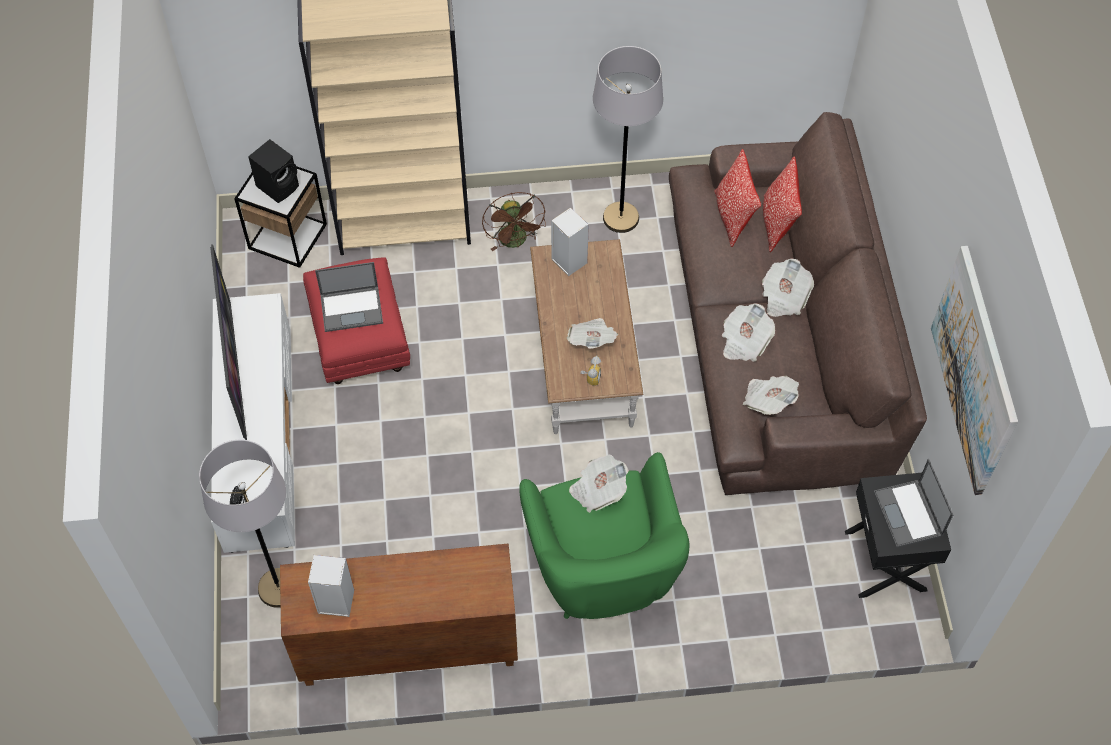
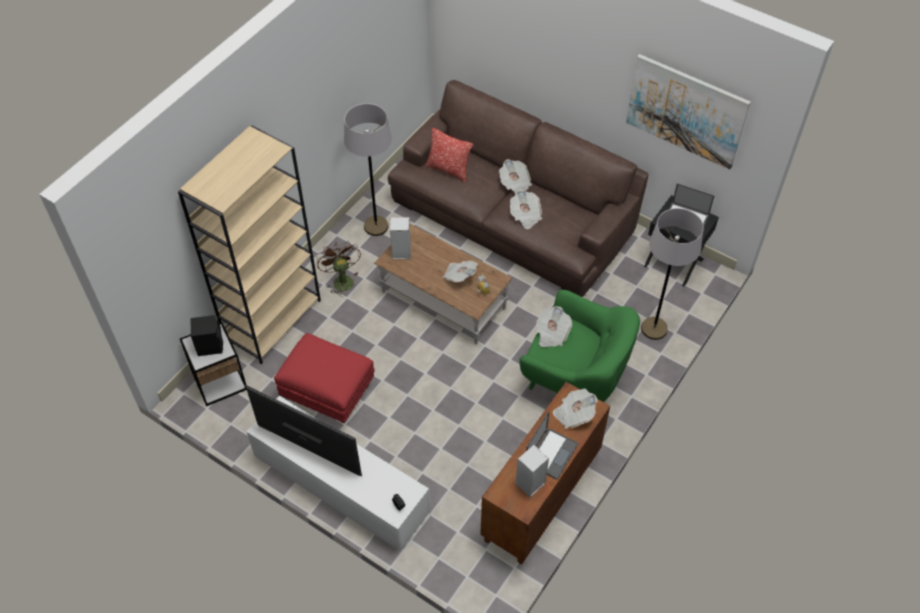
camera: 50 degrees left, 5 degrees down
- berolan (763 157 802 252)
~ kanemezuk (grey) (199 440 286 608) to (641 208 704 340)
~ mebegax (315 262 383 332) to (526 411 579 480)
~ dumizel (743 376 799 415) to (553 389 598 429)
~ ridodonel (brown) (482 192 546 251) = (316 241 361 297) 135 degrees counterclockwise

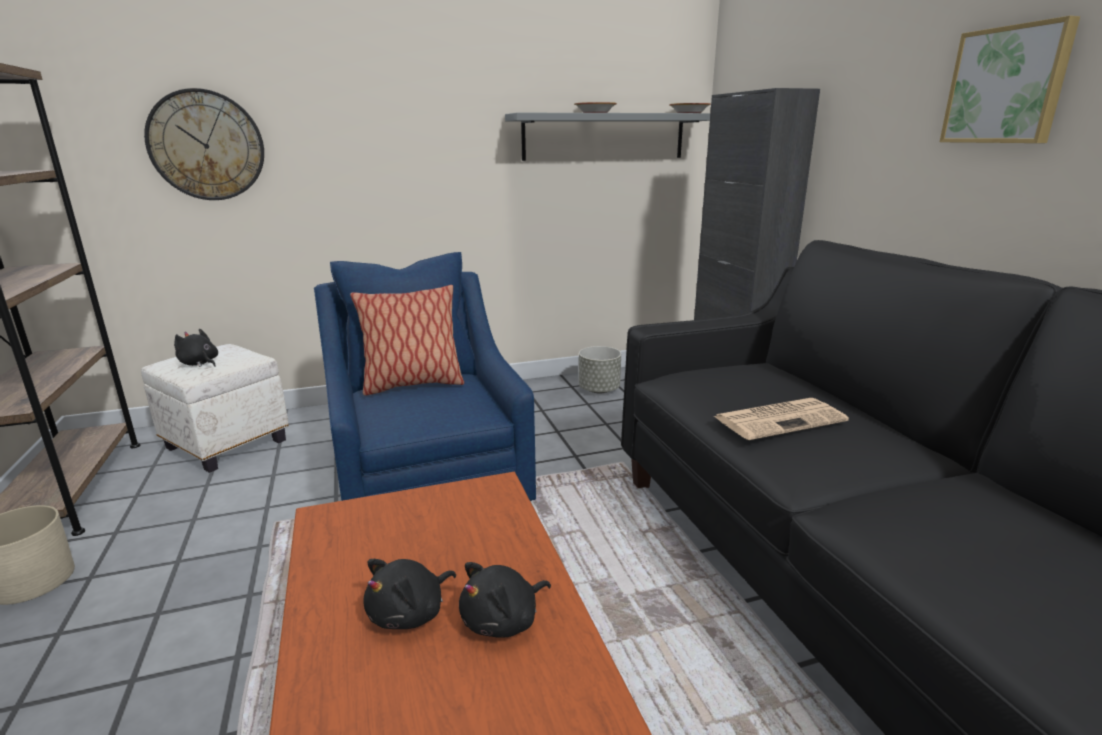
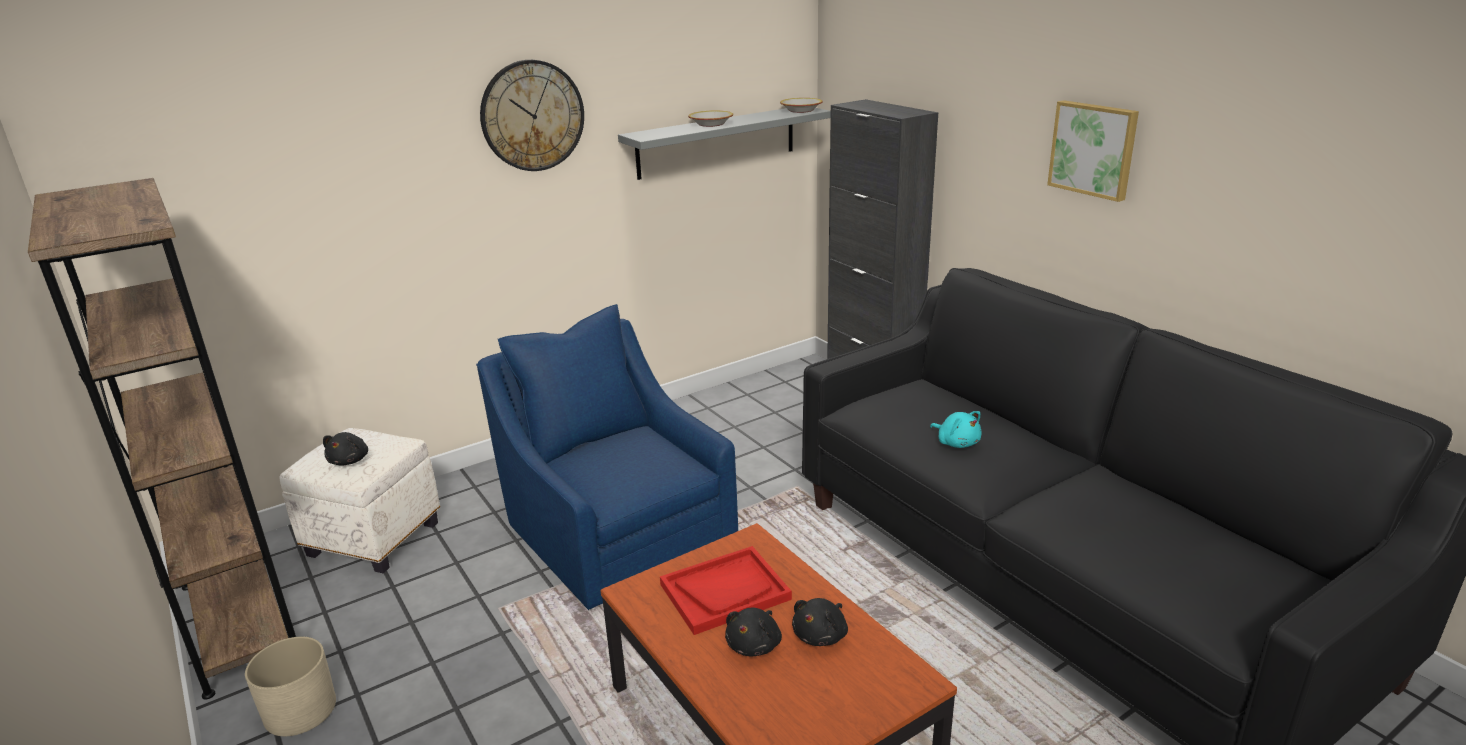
camera: 15 degrees left, 5 degrees up
- berolan (350 285 464 396)
- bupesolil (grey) (579 346 621 394)
+ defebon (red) (660 546 792 635)
~ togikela (144 88 264 200) to (480 60 584 171)
~ dumizel (713 398 849 440) to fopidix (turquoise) (930 411 982 448)
~ fopidix (black) (174 329 218 367) = (323 432 368 466) 105 degrees counterclockwise

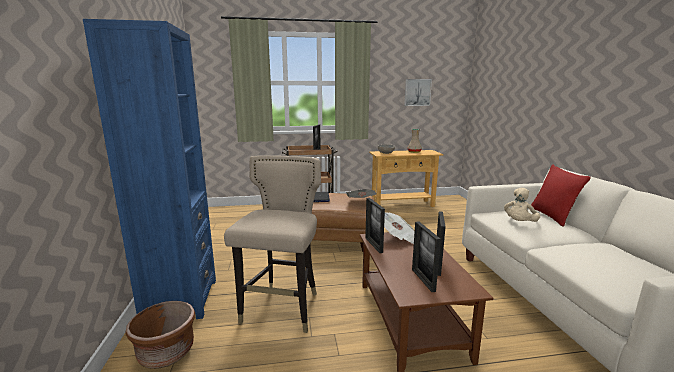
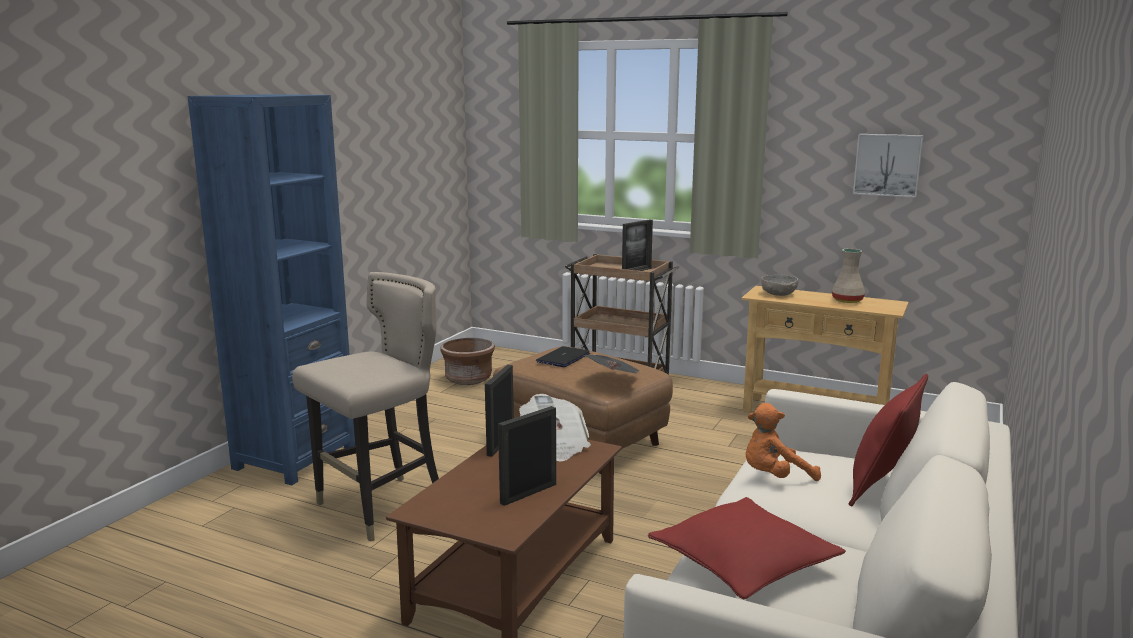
camera: 35 degrees right, 0 degrees up
- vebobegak (412 221 441 292)
+ berolan (red) (648 497 846 599)
~ bupesolil (brown) (125 301 195 369) to (440 338 495 385)
~ fopidix (beige) (504 188 540 222) to fopidix (orange) (745 403 821 481)

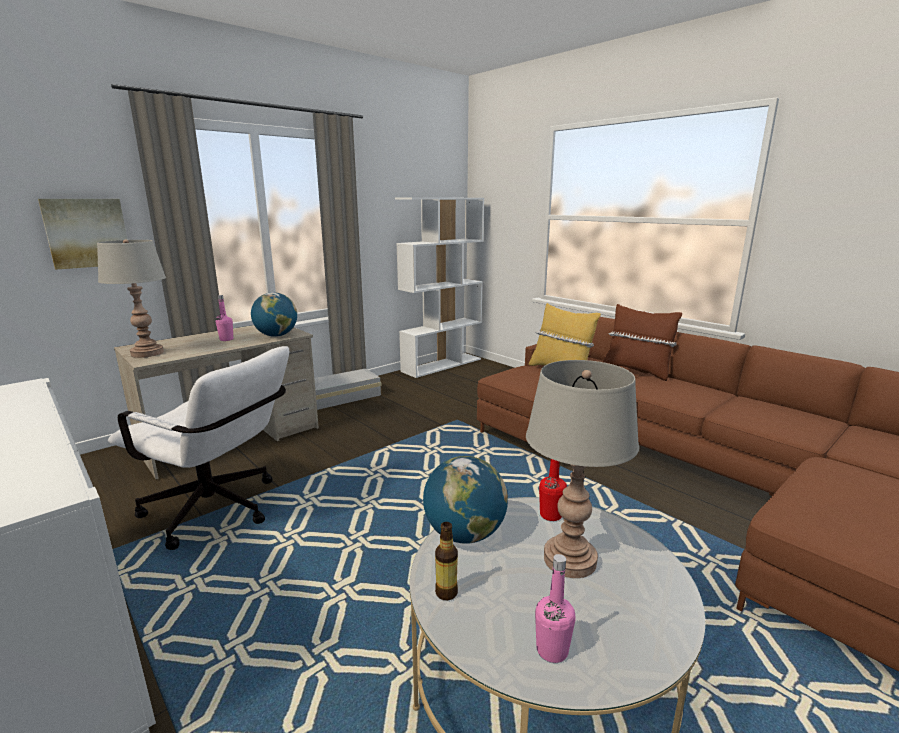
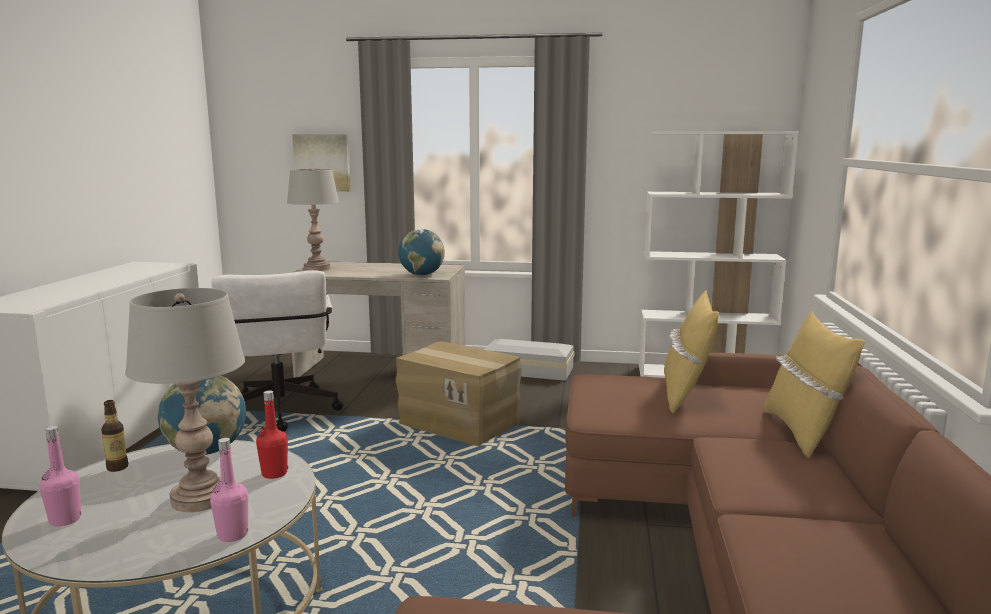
camera: 50 degrees right, 5 degrees down
+ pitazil (396 341 522 447)
~ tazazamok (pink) (216 295 233 341) to (210 438 248 542)
~ berolan (brown) (603 304 682 381) to berolan (yellow) (763 311 865 458)

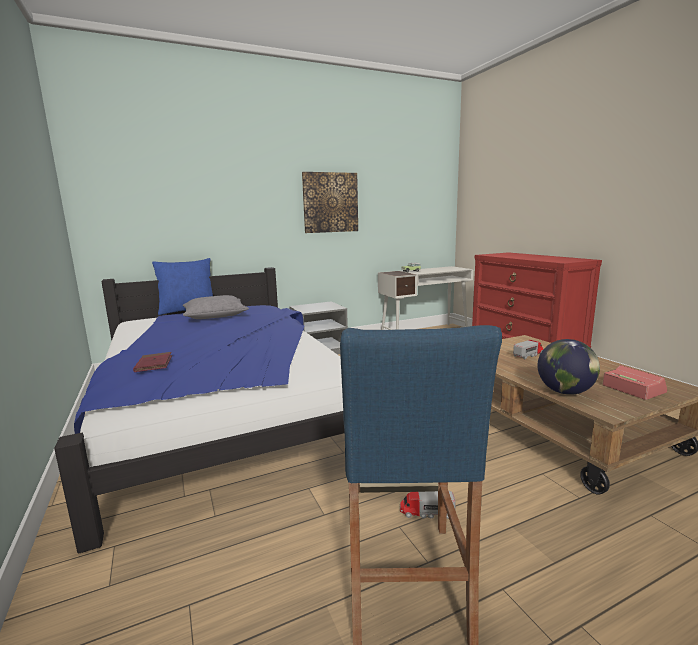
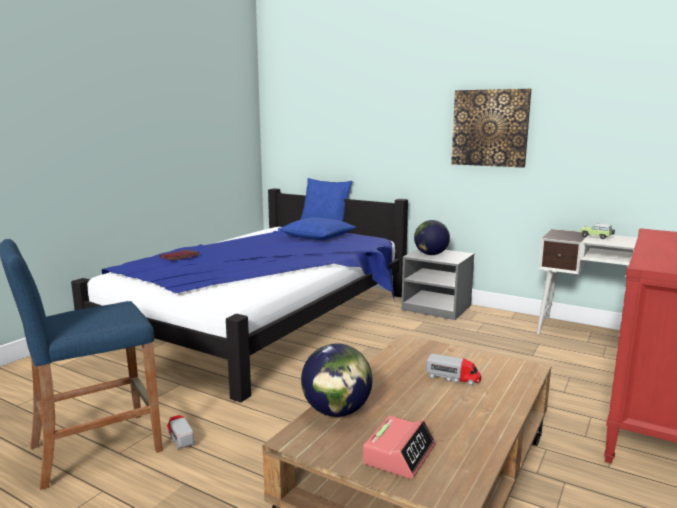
camera: 55 degrees right, 0 degrees up
+ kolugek (414 220 450 255)
~ berolan (grey) (183 295 249 319) to berolan (blue) (278 217 356 240)

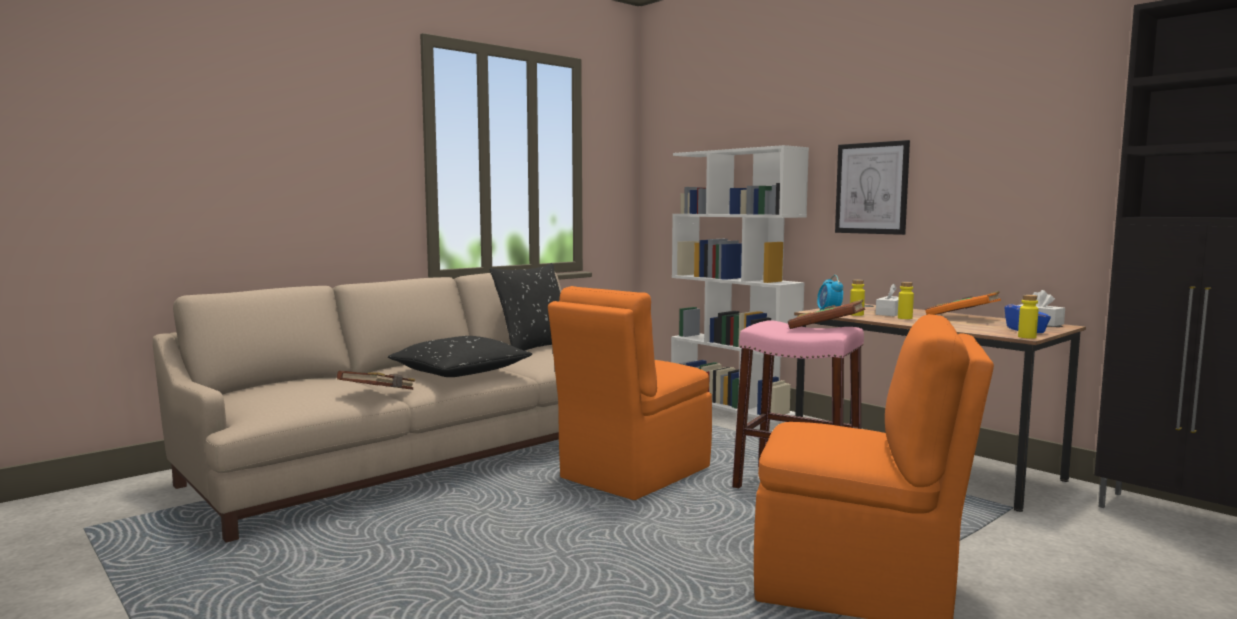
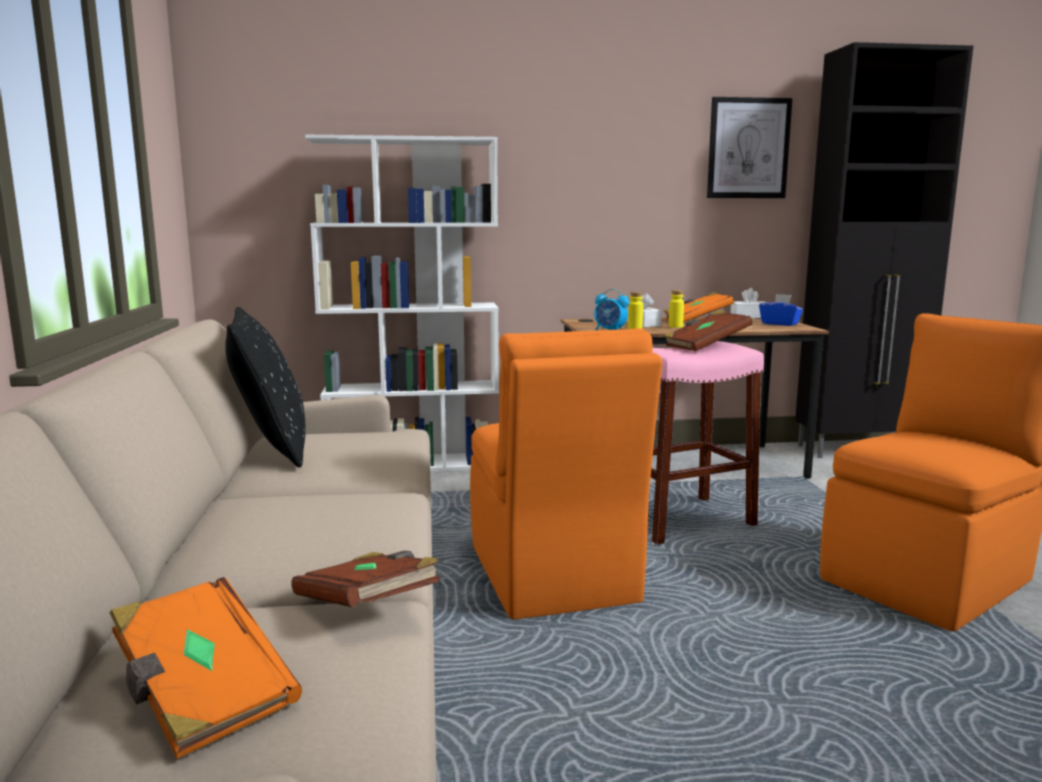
camera: 55 degrees left, 5 degrees up
- berolan (black) (388 336 532 377)
- tazazamok (yellow) (1018 295 1038 339)
+ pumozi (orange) (110 577 302 759)
~ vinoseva (835 140 910 235) to (707 97 792 198)

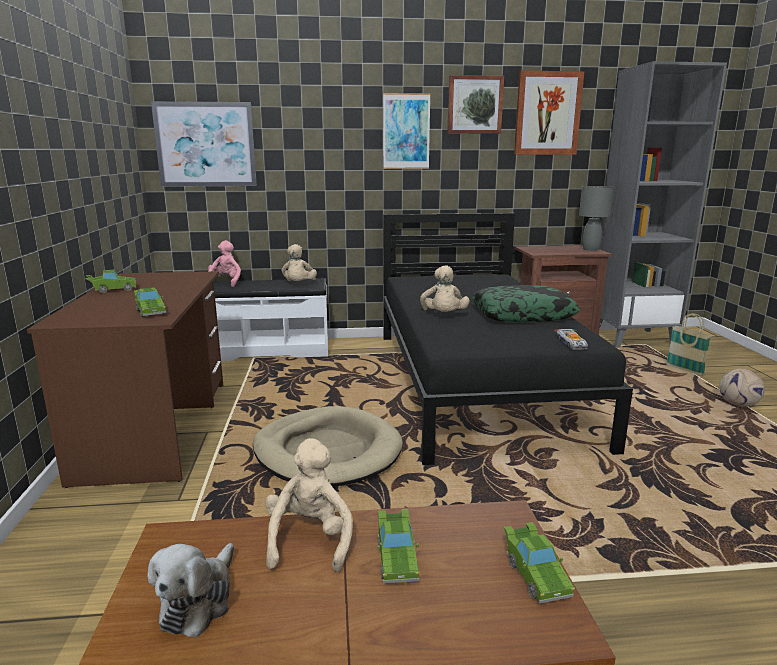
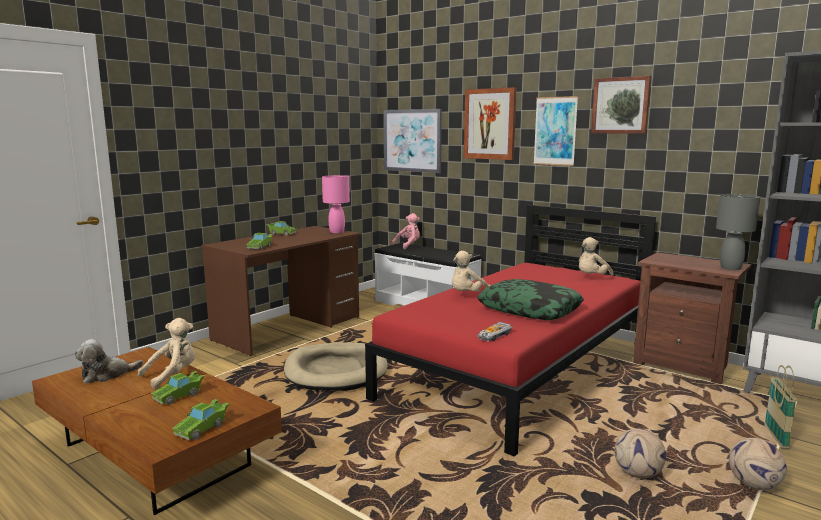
camera: 45 degrees right, 5 degrees down
+ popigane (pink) (322 175 350 233)
+ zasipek (614 428 666 478)
~ fopidix (beige) (281 244 317 281) to (579 237 613 276)
~ vinoseva (514 70 585 155) to (464 87 517 160)
~ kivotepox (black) (383 213 633 465) to kivotepox (red) (365 205 656 457)

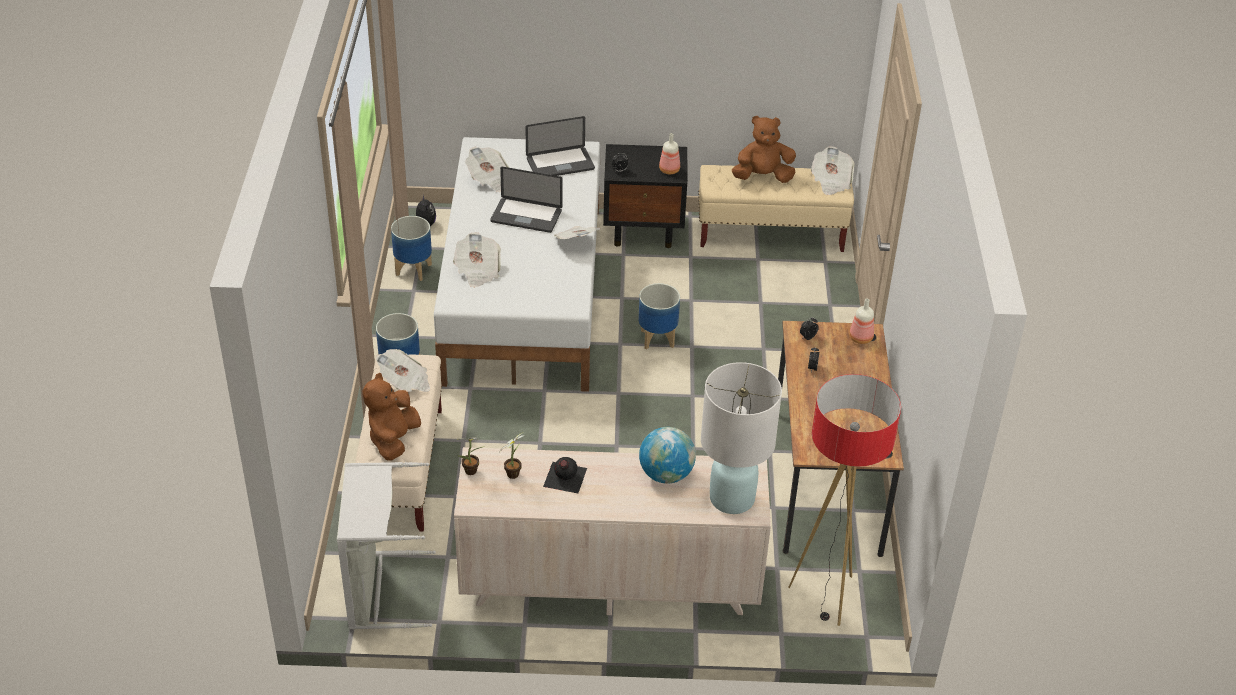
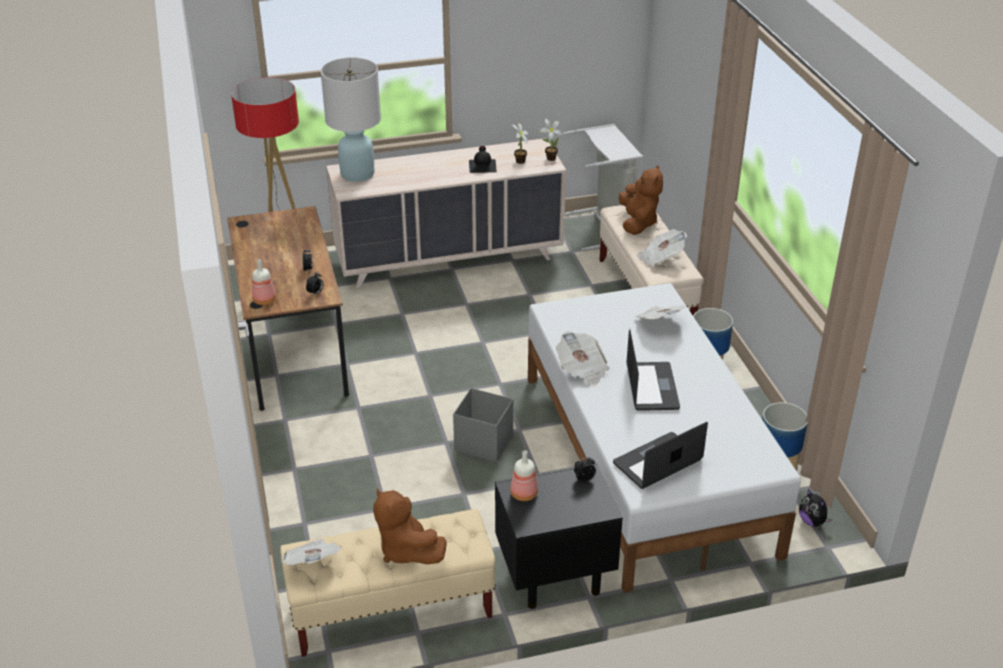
camera: 165 degrees right, 5 degrees down
- dumizel (465 147 509 192)
- kolugek (639 427 696 484)
~ bupesolil (639 283 680 350) to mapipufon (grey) (453 388 513 462)
~ mebegax (490 167 563 233) = (627 329 680 411) 90 degrees clockwise
~ fopidix (brown) (732 116 796 183) = (373 488 447 564) 75 degrees clockwise

